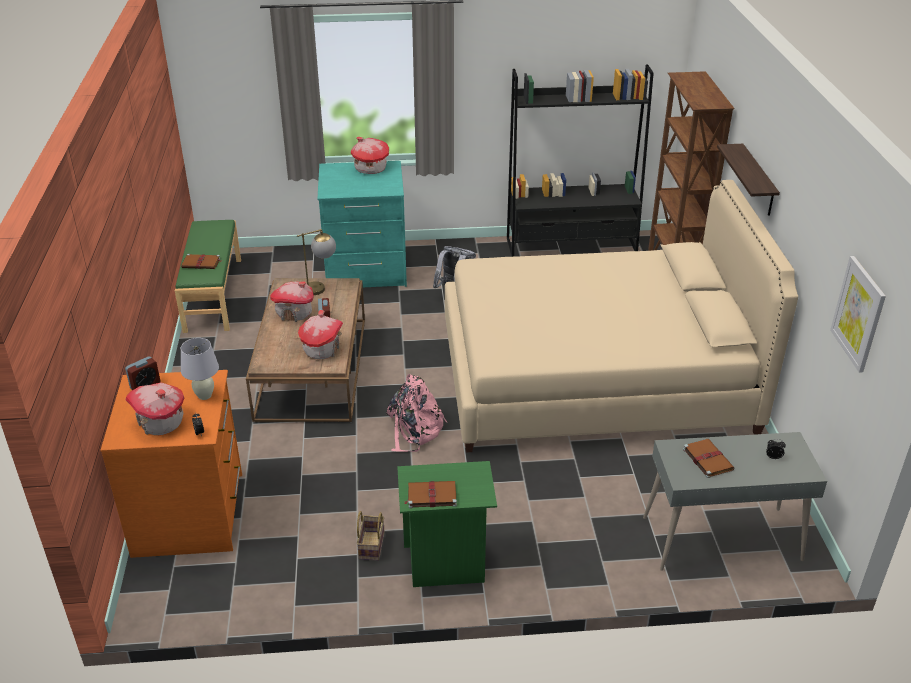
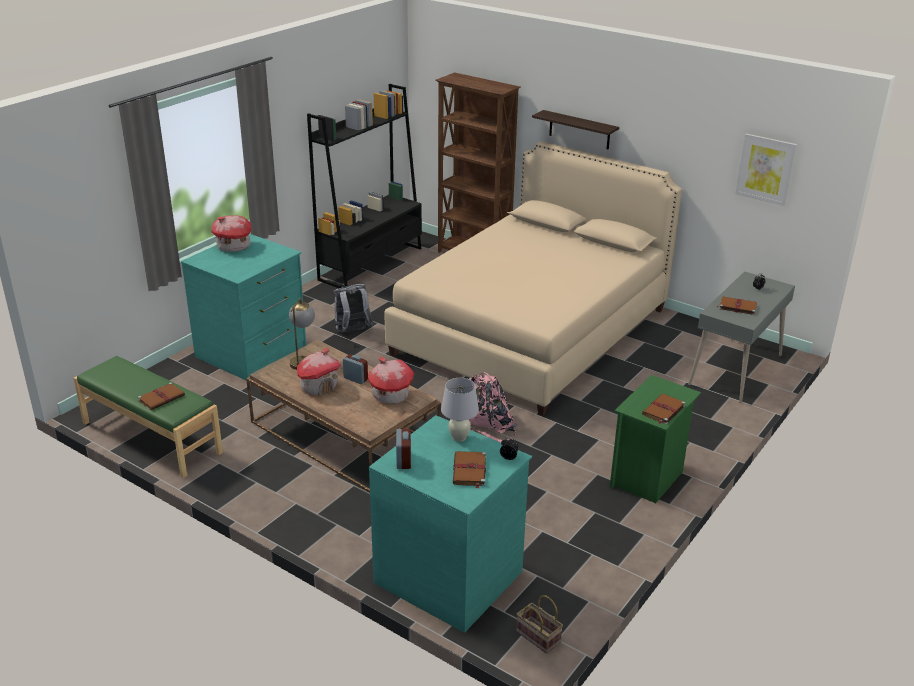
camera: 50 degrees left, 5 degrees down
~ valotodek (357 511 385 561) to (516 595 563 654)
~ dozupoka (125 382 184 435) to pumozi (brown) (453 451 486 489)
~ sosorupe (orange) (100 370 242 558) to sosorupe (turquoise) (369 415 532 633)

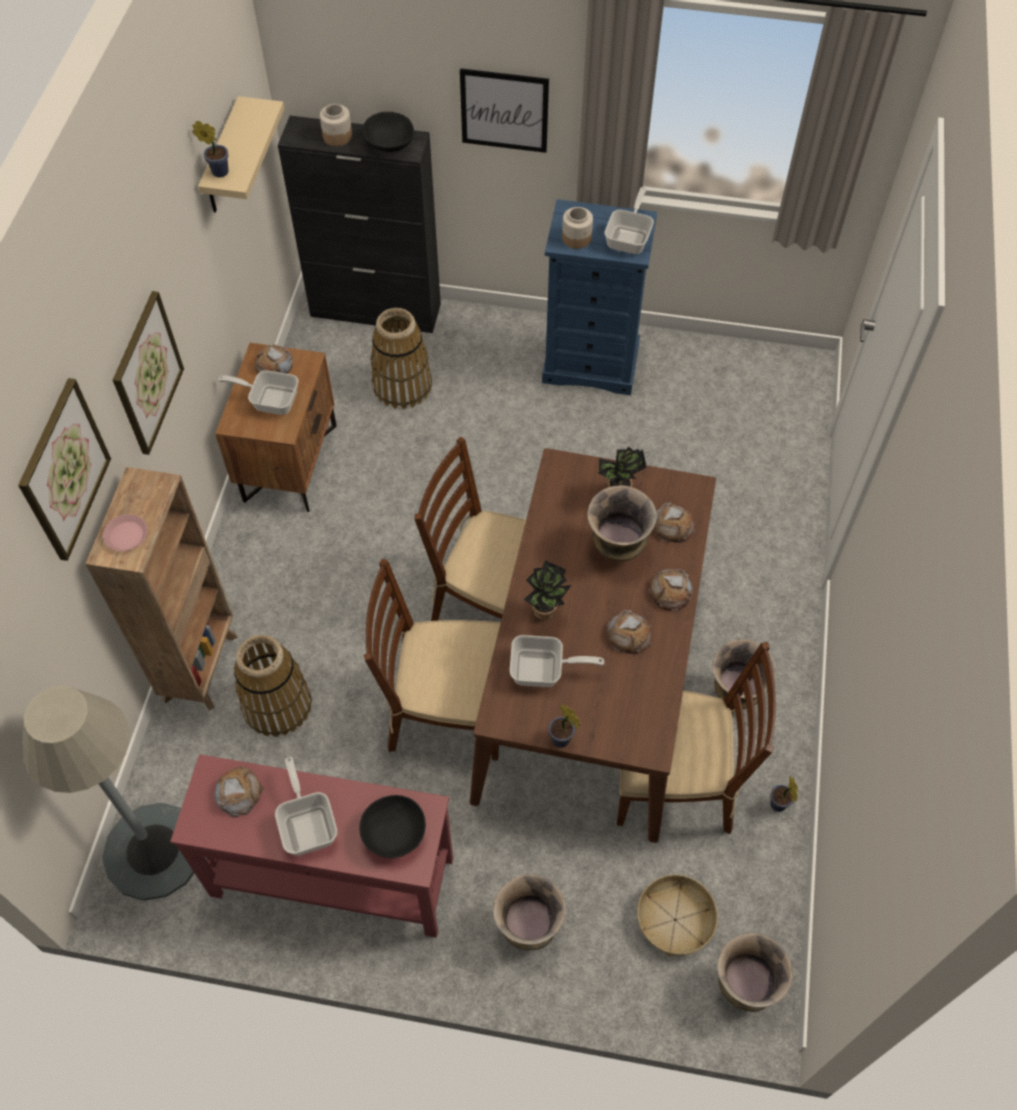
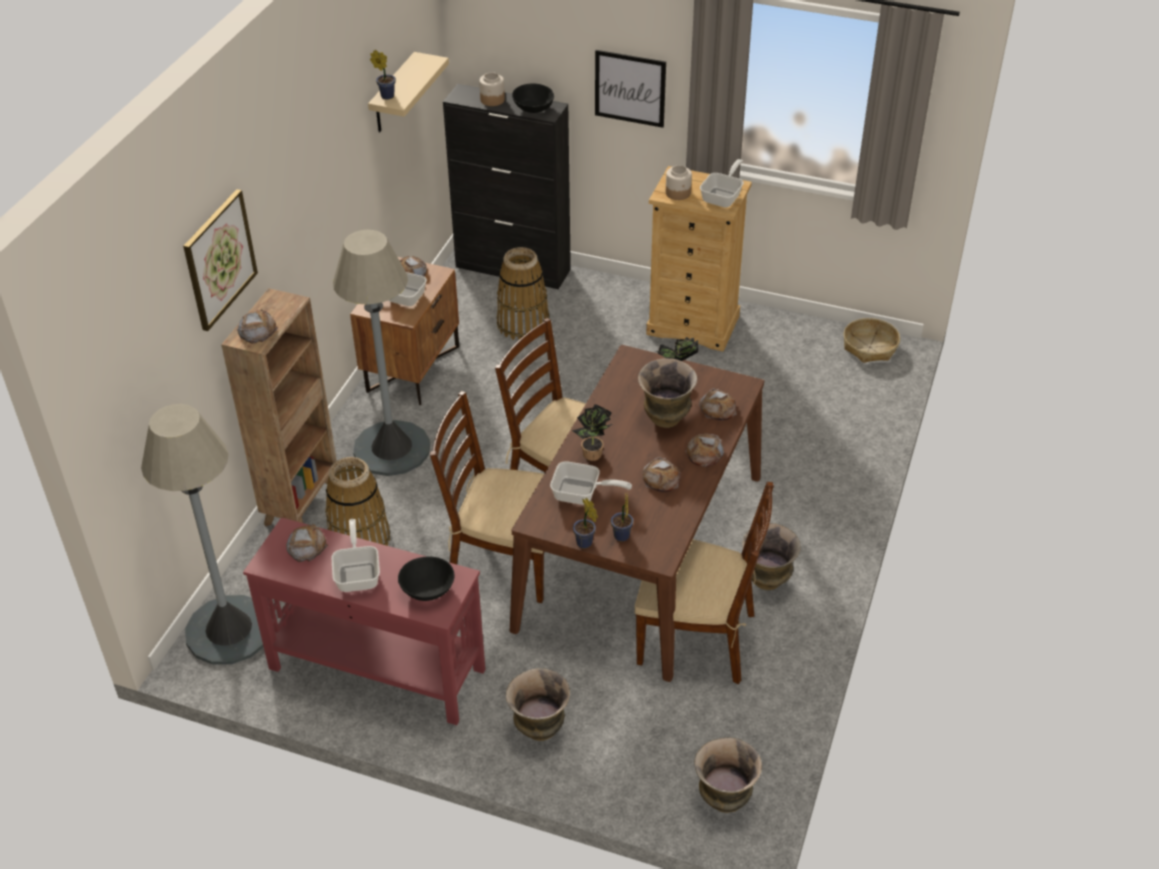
camera: 10 degrees right, 15 degrees down
- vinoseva (113 291 184 455)
+ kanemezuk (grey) (333 230 430 476)
~ valotodek (637 874 718 956) to (844 318 900 363)
~ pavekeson (770 775 798 812) to (611 494 633 541)
~ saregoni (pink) (103 514 148 552) to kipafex (237 309 278 344)
~ sosorupe (blue) (542 199 657 395) to sosorupe (beige) (646 166 752 352)

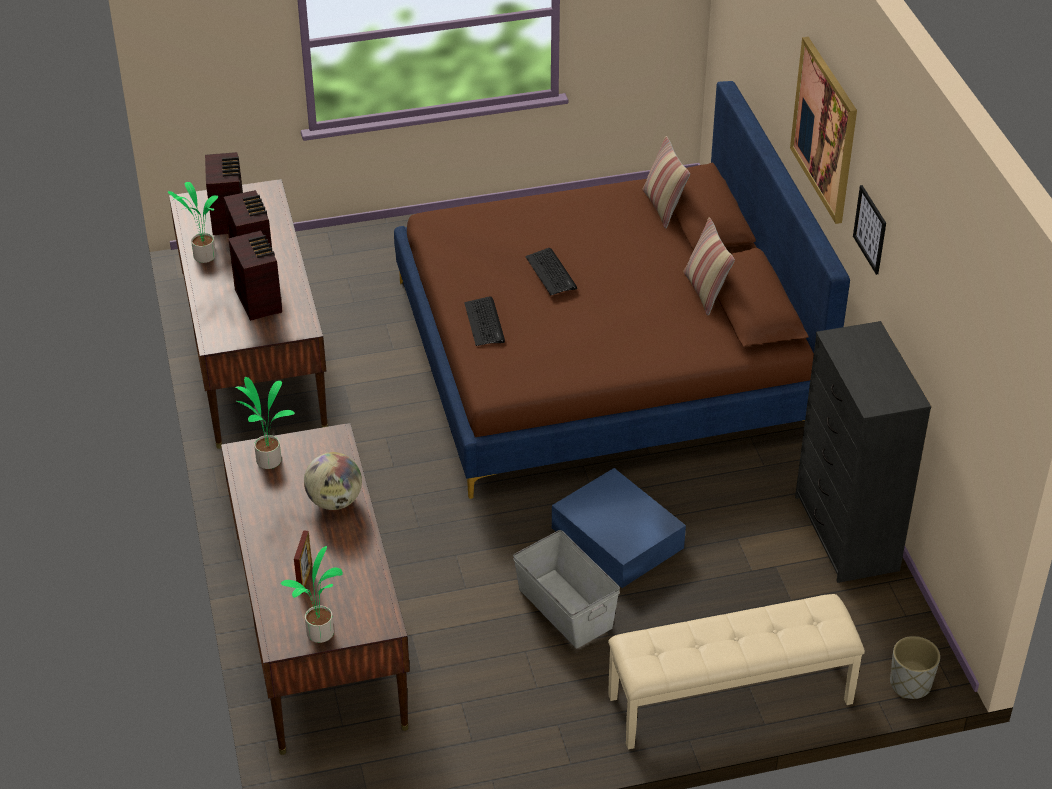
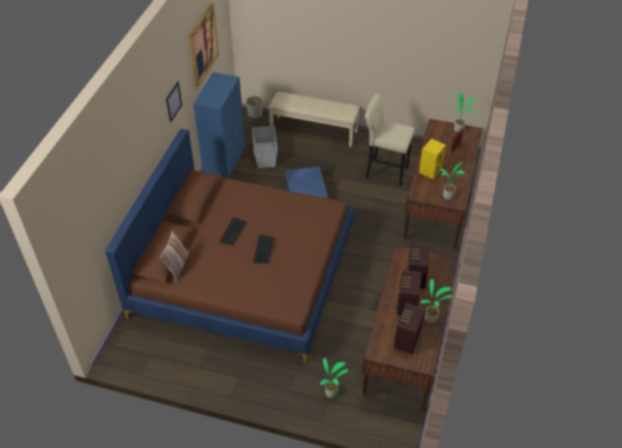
camera: 150 degrees left, 5 degrees up
- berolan (684 217 735 315)
+ pavekeson (320 358 348 398)
+ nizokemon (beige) (365 94 415 187)
~ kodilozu (464 297 505 346) to (220 217 246 246)
~ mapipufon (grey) (513 530 620 648) to (252 126 278 168)
~ vinoseva (790 37 857 224) to (188 3 219 88)
~ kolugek (304 452 362 510) to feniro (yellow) (419 139 446 179)
~ sosorupe (black) (795 321 932 583) to sosorupe (blue) (193 72 245 179)

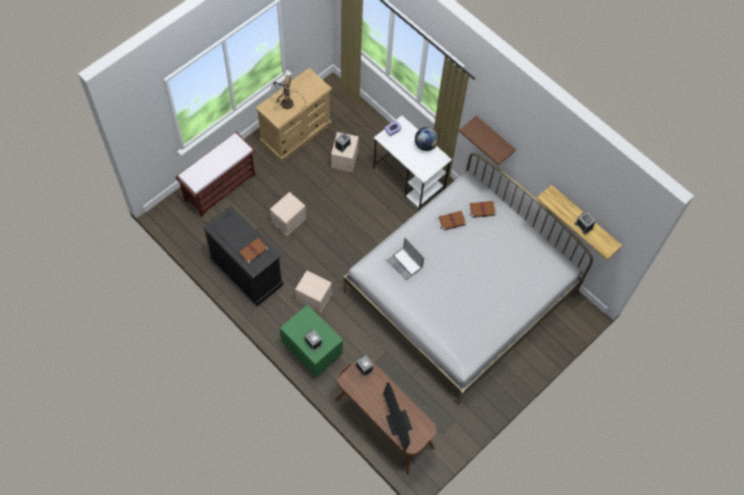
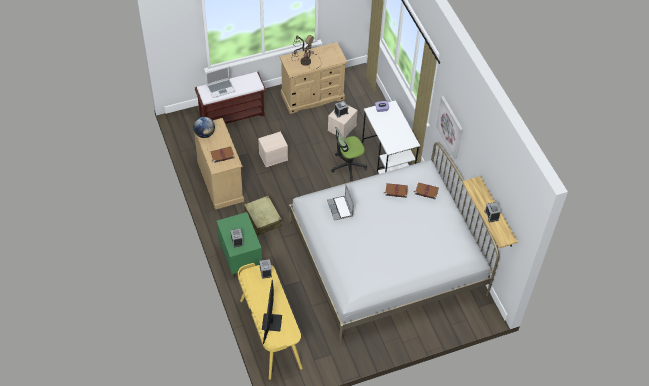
camera: 25 degrees right, 10 degrees down
+ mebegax (206 67 235 98)
+ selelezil (331 127 367 181)
~ kolugek (415 127 439 151) to (193 116 215 138)
~ mapipufon (beige) (295 271 332 313) to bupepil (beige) (244 196 282 236)
~ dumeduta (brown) (459 116 516 165) to vinoseva (436 96 463 159)
~ sosorupe (black) (203 206 284 306) to sosorupe (beige) (194 118 244 210)
~ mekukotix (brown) (335 359 437 475) to mekukotix (yellow) (238 263 303 380)

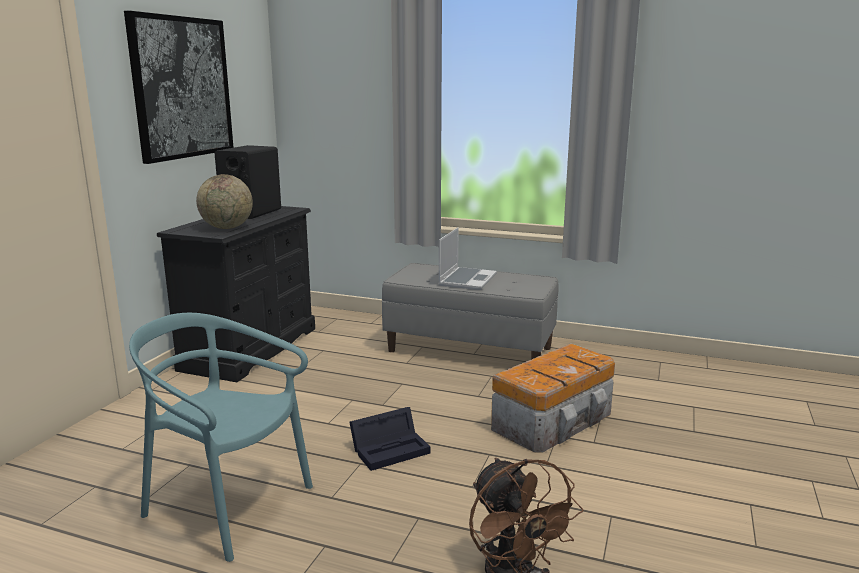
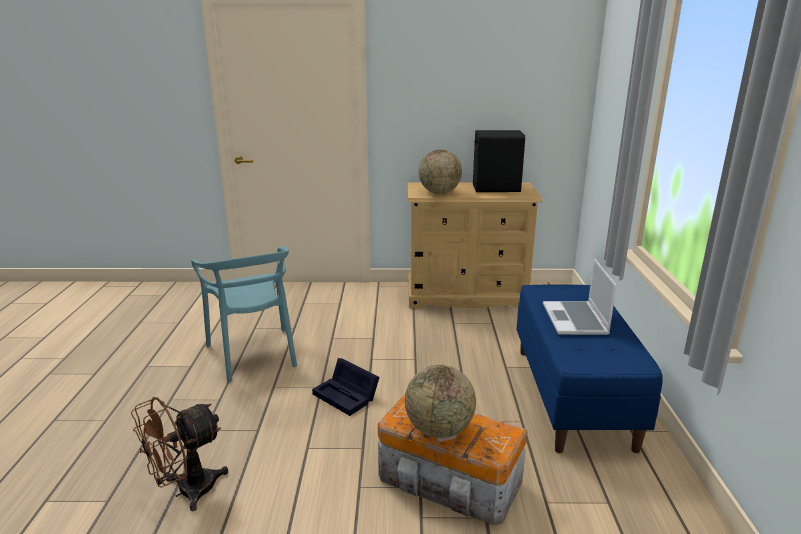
camera: 70 degrees right, 5 degrees up
- vinoseva (124 11 234 164)
+ kolugek (405 365 476 438)
~ sosorupe (black) (157 206 315 382) to sosorupe (beige) (408 183 543 309)
~ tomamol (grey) (382 263 559 359) to tomamol (blue) (516 285 663 453)
~ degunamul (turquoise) (129 313 313 562) = (191 246 297 382) 150 degrees clockwise
~ mebegax (438 227 497 290) = (543 259 617 335) 90 degrees clockwise

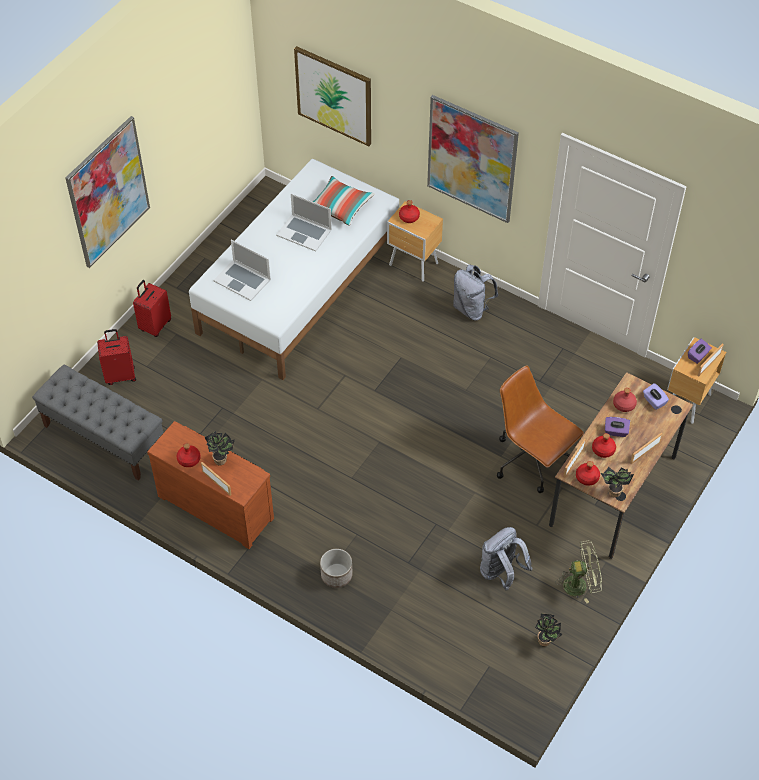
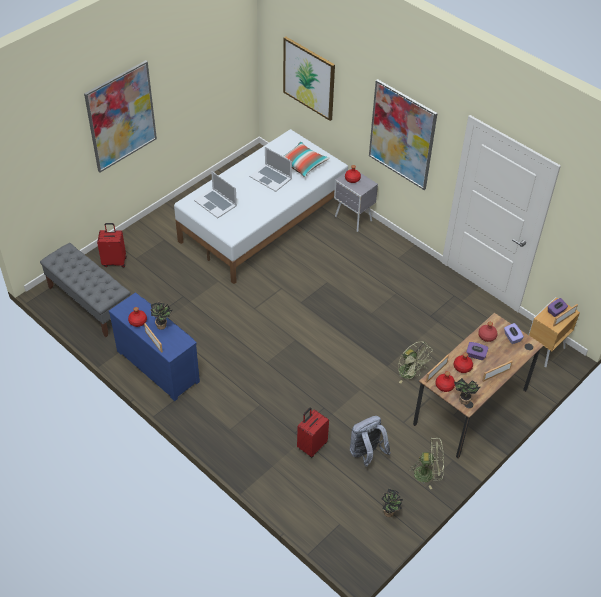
camera: 10 degrees right, 5 degrees down
- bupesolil (320 549 352 588)
- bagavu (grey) (453 265 498 321)
~ bupepil (red) (133 280 171 337) to (297 407 329 457)
~ selelezil (brown) (497 366 584 493) to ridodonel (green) (398 341 433 383)
~ sosorupe (brown) (147 421 274 549) to sosorupe (blue) (109 292 200 401)
~ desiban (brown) (387 201 443 282) to desiban (grey) (334 168 378 232)

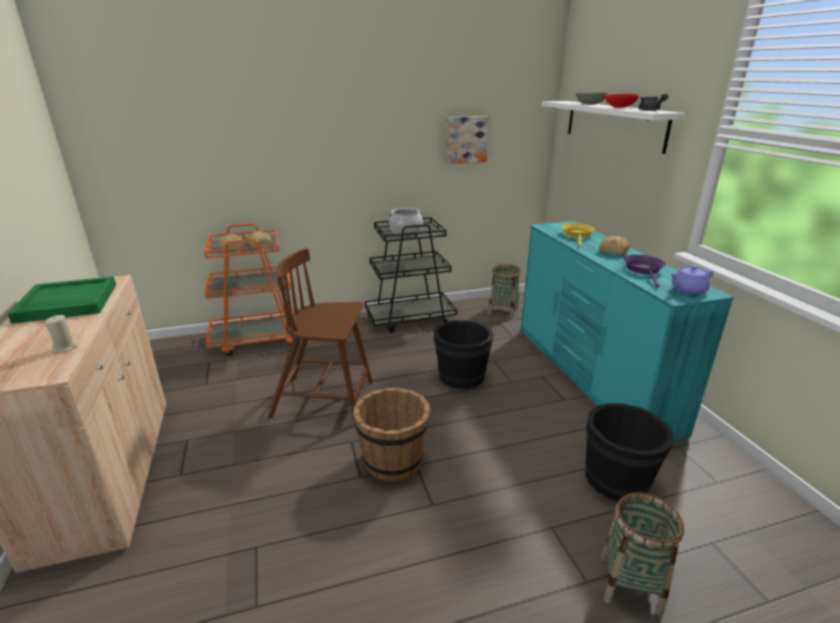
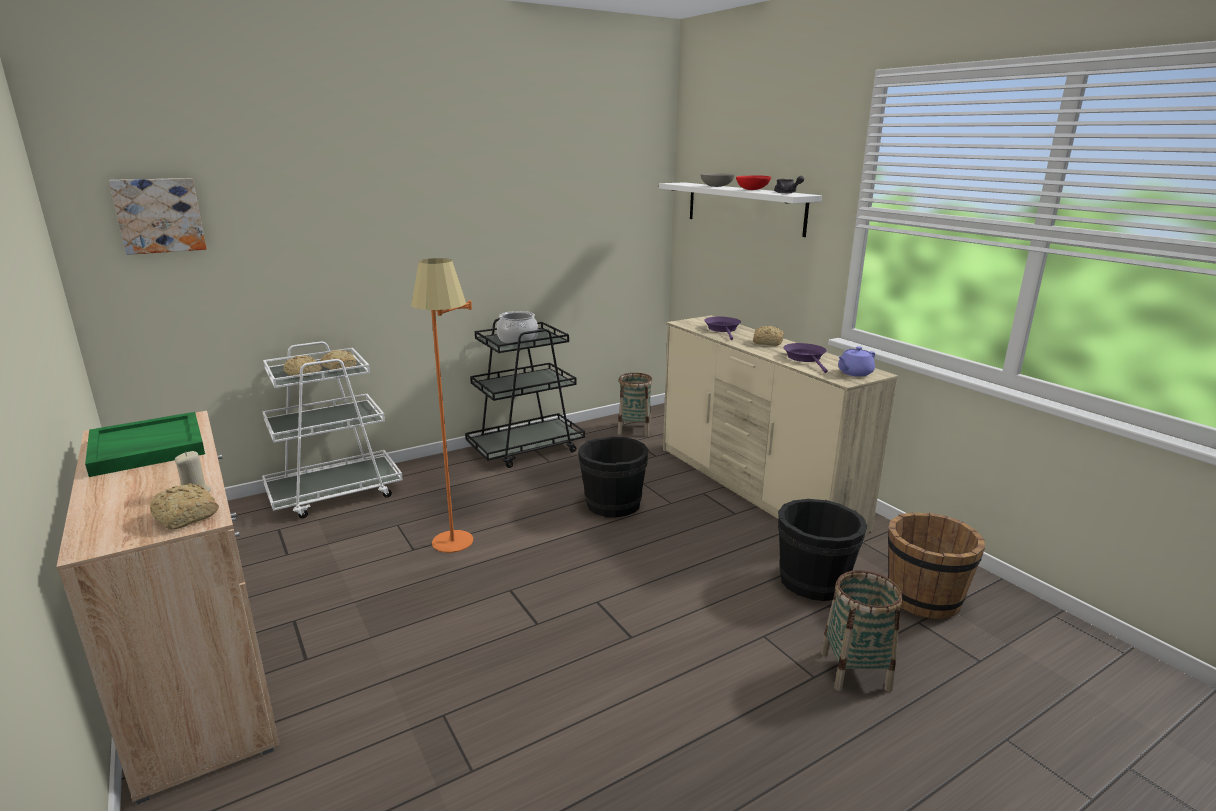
camera: 15 degrees left, 5 degrees down
+ kipafex (150 483 219 530)
~ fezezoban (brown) (353 388 430 481) to (888 512 985 619)
~ vinoseva (445 116 489 164) to (109 178 207 255)
~ degunamul (brown) (268 248 373 424) to kanemezuk (orange) (411 258 473 553)
~ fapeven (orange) (204 223 299 356) to fapeven (white) (262 341 403 518)
~ sosorupe (turquoise) (521 221 734 441) to sosorupe (beige) (663 315 898 534)
~ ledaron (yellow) (561 223 595 246) to ledaron (purple) (704 317 741 340)

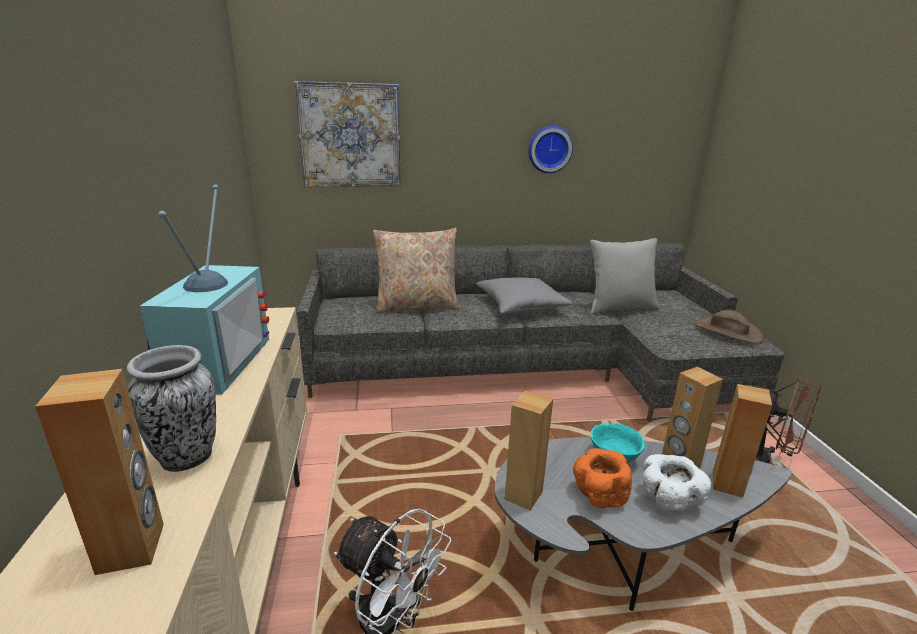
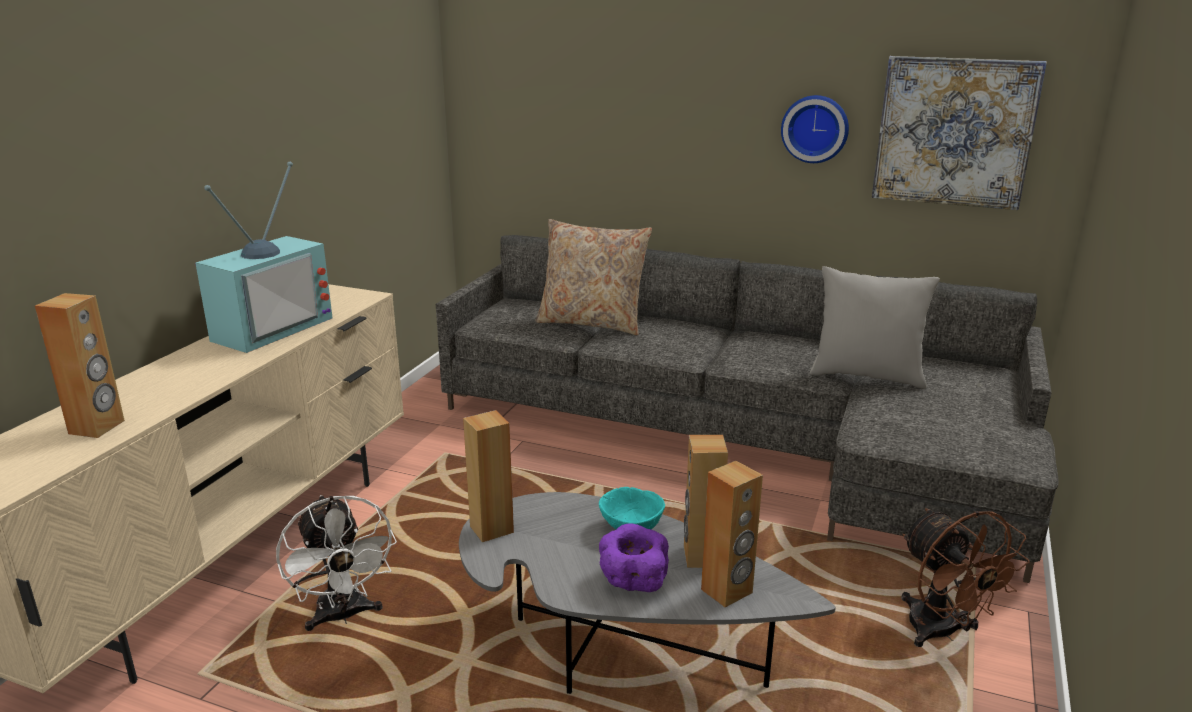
camera: 30 degrees right, 0 degrees up
- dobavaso (127 345 216 472)
- berolan (grey) (476 278 573 314)
- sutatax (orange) (573 448 632 508)
- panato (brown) (694 310 764 344)
~ vinoseva (294 81 401 187) to (872 56 1047 210)
~ sutatax (white) (643 454 711 511) to sutatax (purple) (599 523 669 592)

